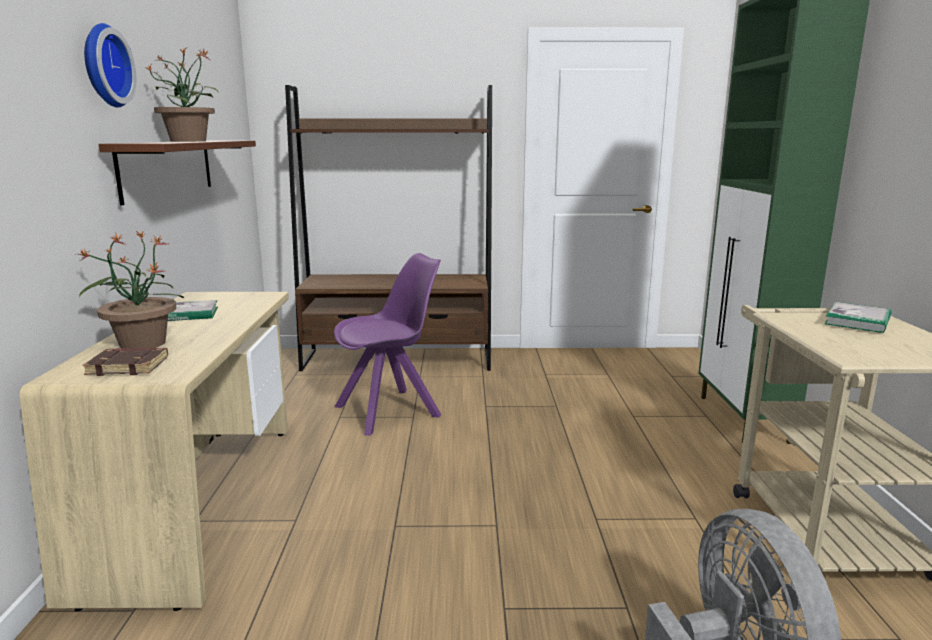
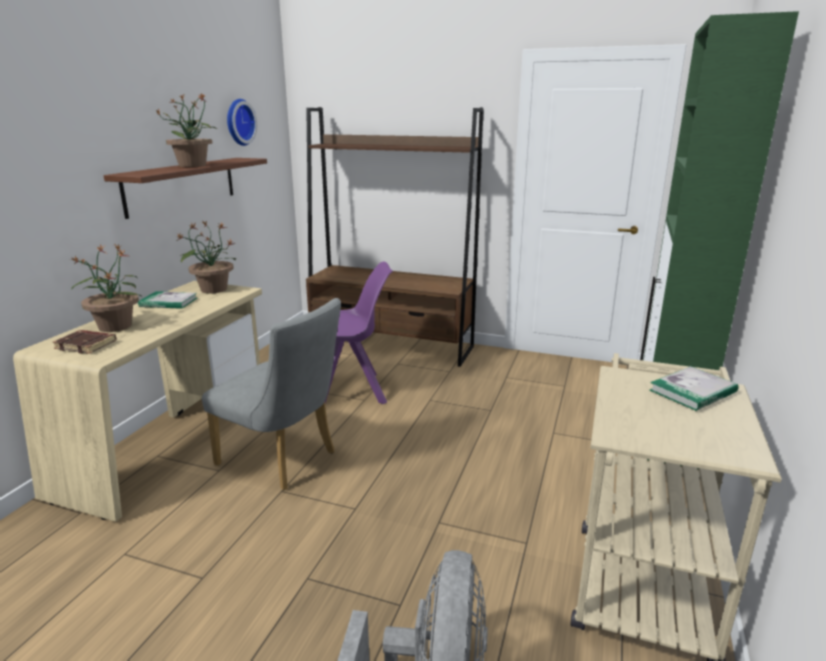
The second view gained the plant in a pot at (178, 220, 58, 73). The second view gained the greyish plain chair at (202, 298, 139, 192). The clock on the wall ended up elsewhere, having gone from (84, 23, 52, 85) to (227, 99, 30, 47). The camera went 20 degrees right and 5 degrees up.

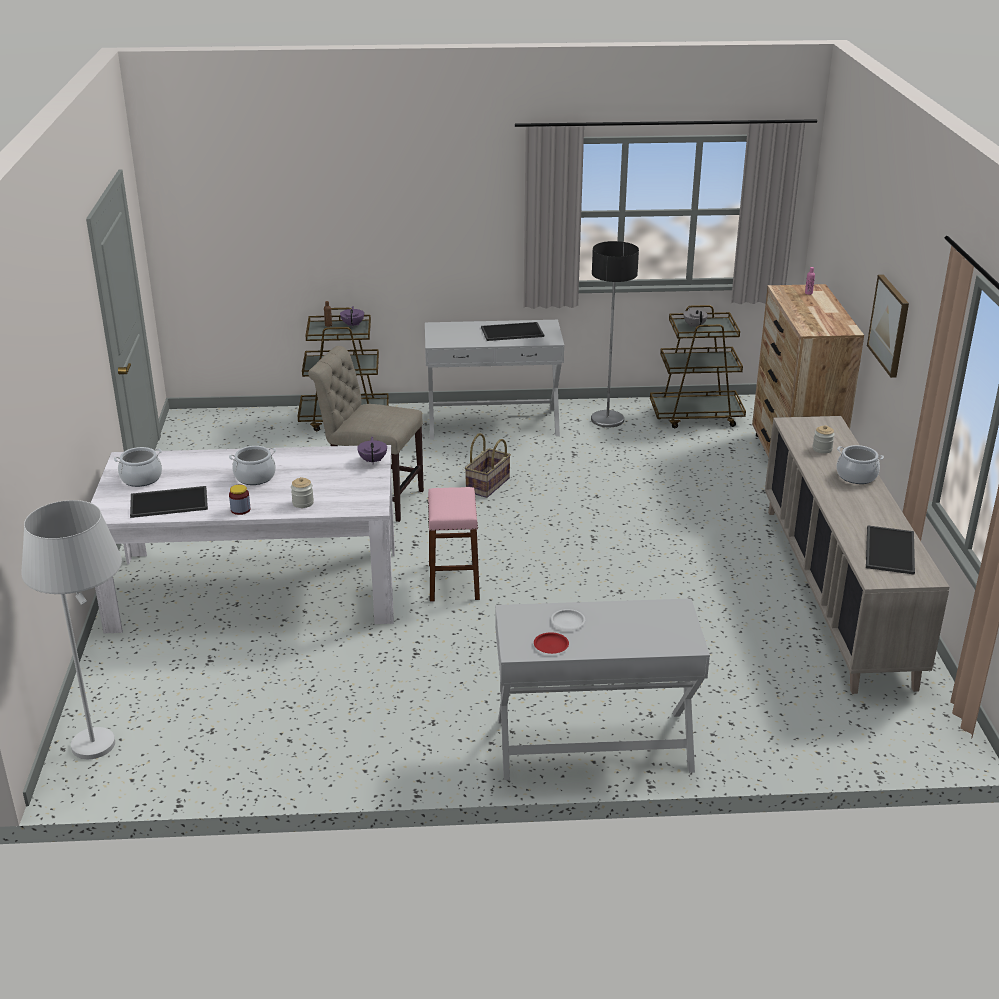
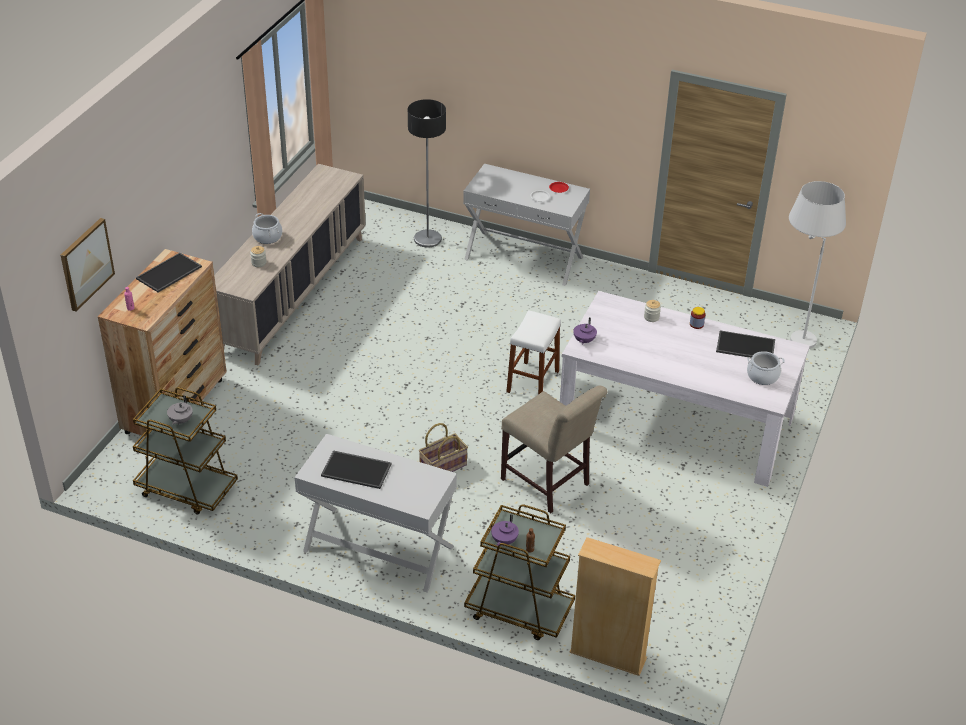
The second view lost the cooking pot at (229, 446, 47, 39). The second view gained the sand-coloured bookshelf at (569, 537, 92, 139). The standard lamp ended up elsewhere, having gone from (591, 241, 48, 186) to (408, 99, 38, 148). The tray ended up elsewhere, having gone from (866, 525, 49, 50) to (136, 253, 66, 40). The wall art ended up elsewhere, having gone from (867, 274, 42, 104) to (60, 218, 55, 94). What was the pink stool seat at (428, 487, 52, 115) turned into the whitish stool seat at (506, 310, 55, 84). The camera went 155 degrees left and 10 degrees up.

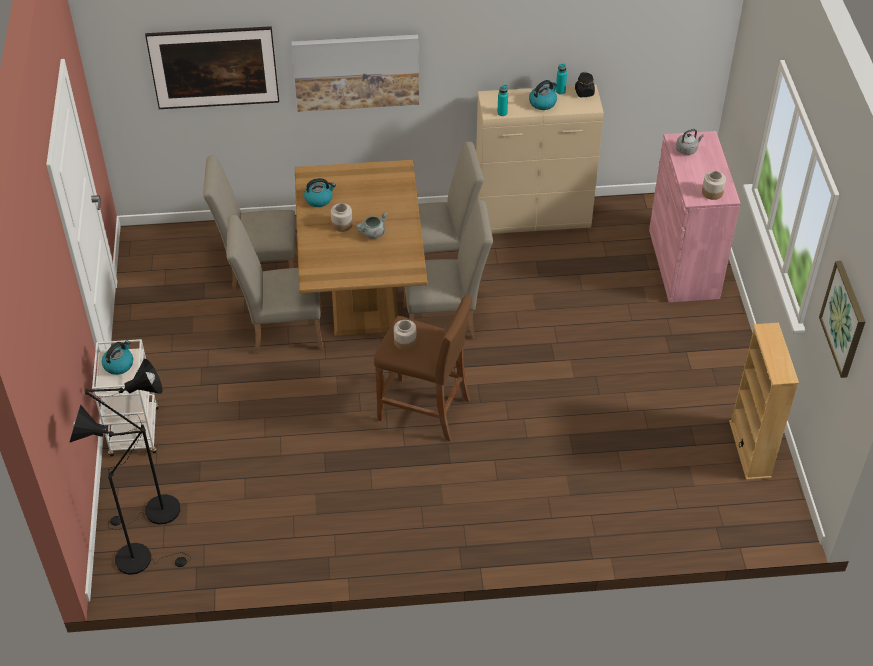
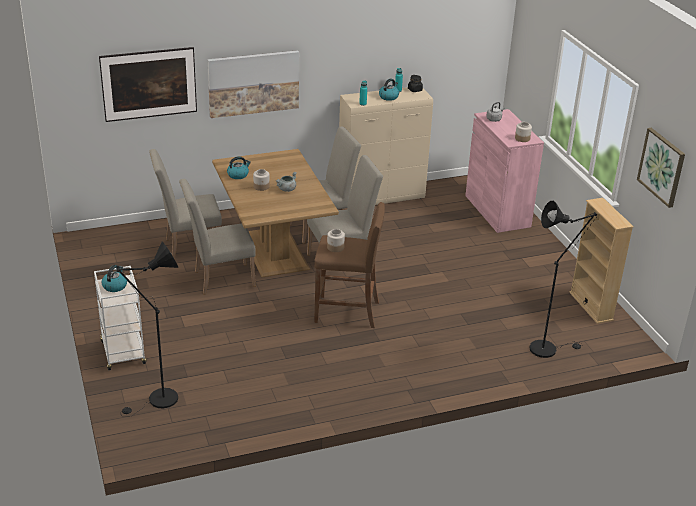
The black-coloured standard lamp ended up elsewhere, having gone from (69, 405, 122, 170) to (529, 201, 68, 157). The camera went 15 degrees left and 15 degrees down.

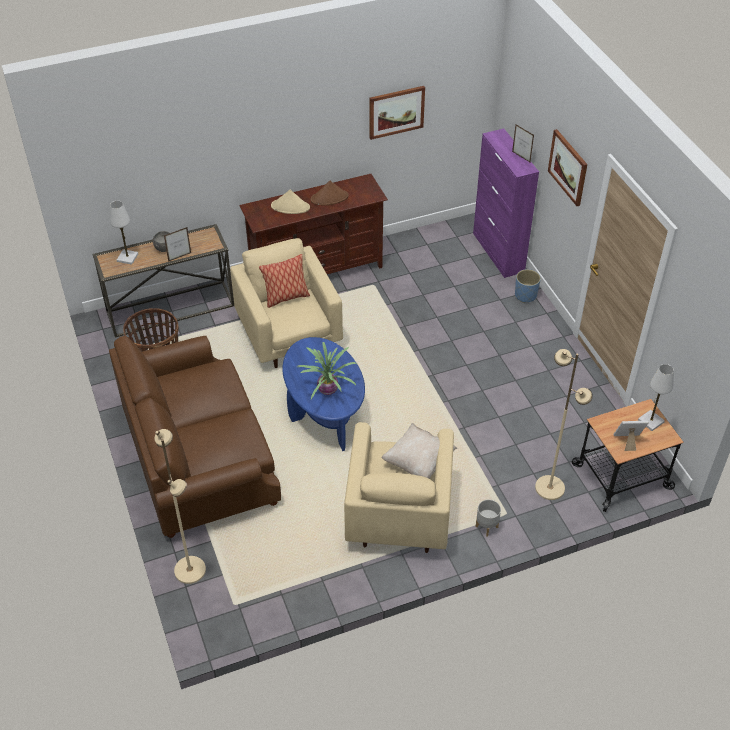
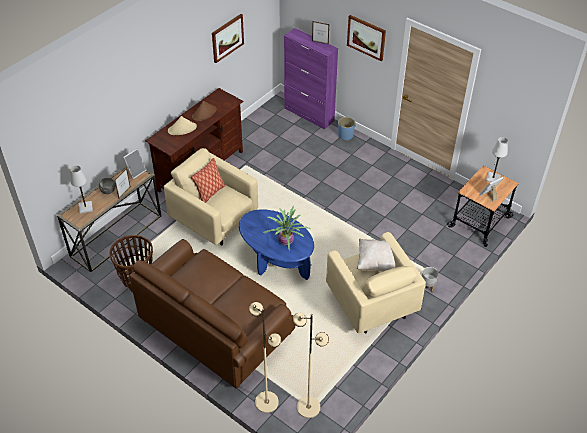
The second view gained the photo frame at (123, 149, 23, 30). The sand-coloured standard lamp ended up elsewhere, having gone from (535, 349, 58, 151) to (292, 313, 37, 105). The camera went 30 degrees left and 0 degrees up.

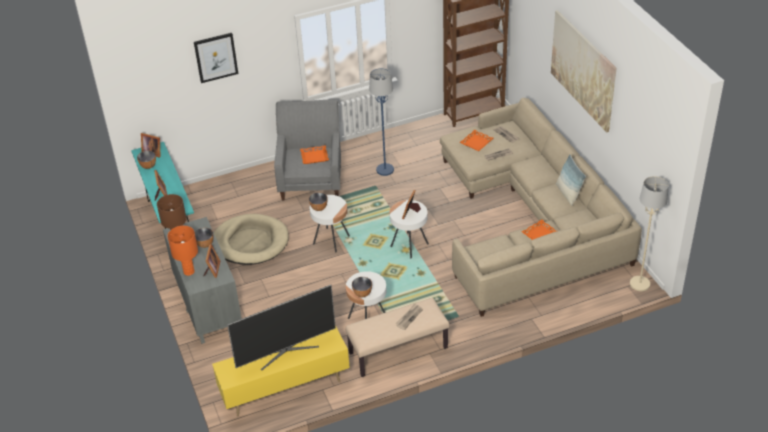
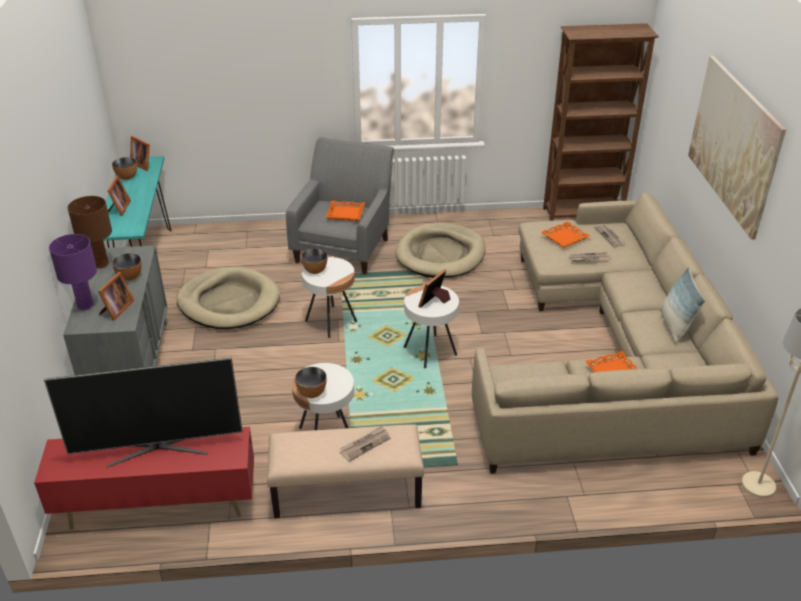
The second view lost the wall art at (194, 33, 44, 50). Where the bluish standard lamp stood at (369, 68, 25, 108), the sand-coloured dog bed came to stand at (395, 223, 91, 55). What was the orange table lamp at (167, 226, 31, 50) turned into the purple table lamp at (49, 234, 48, 76). What was the yellowish media console at (212, 325, 138, 92) turned into the reddish media console at (34, 427, 220, 102). The camera went 15 degrees right and 5 degrees down.

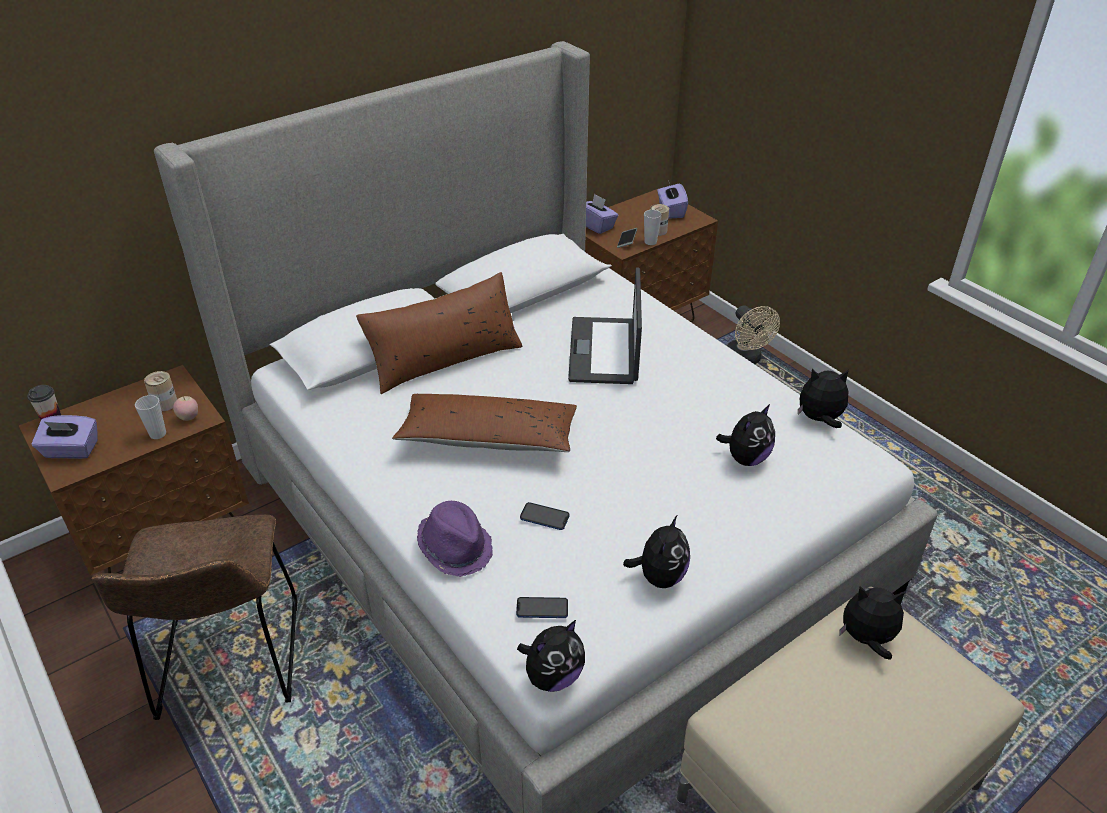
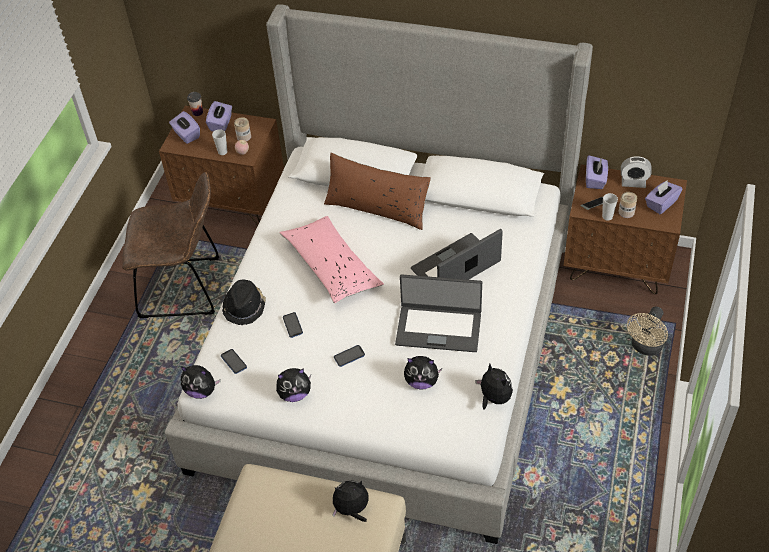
The second view gained the purple tissue holder at (206, 101, 26, 31). The second view gained the phone at (334, 345, 31, 22). The second view gained the notebook computer at (395, 275, 87, 77). The second view gained the bedside clock at (621, 156, 31, 32). What was the brown cushion at (392, 394, 185, 58) turned into the pink cushion at (279, 216, 105, 88). What was the purple wearable hat at (417, 501, 76, 76) turned into the black-coloured wearable hat at (222, 280, 44, 45). The brown plain chair at (92, 515, 205, 205) ended up facing another way, 135 degrees counterclockwise from before. The cuddly toy at (840, 586, 65, 74) ended up facing another way, 75 degrees counterclockwise from before. The camera went 55 degrees right and 10 degrees up.

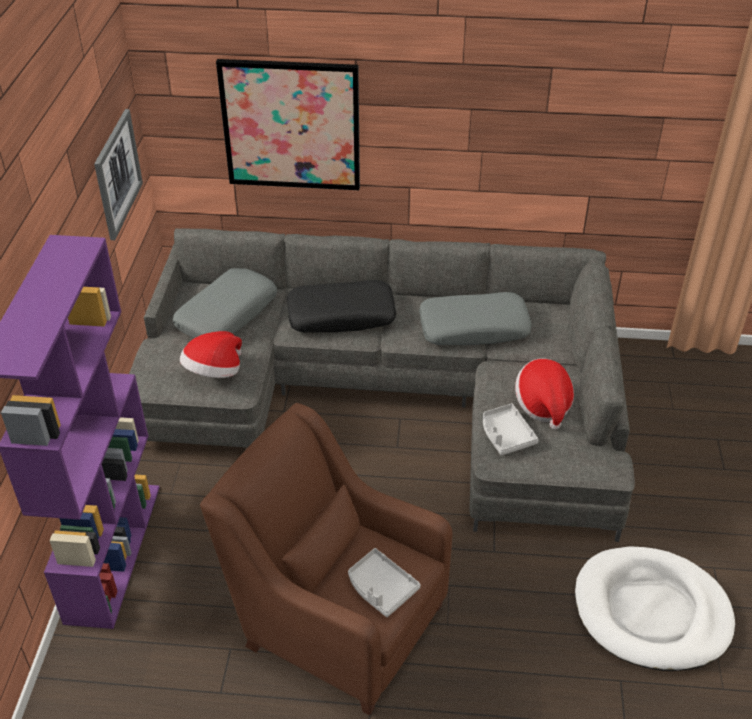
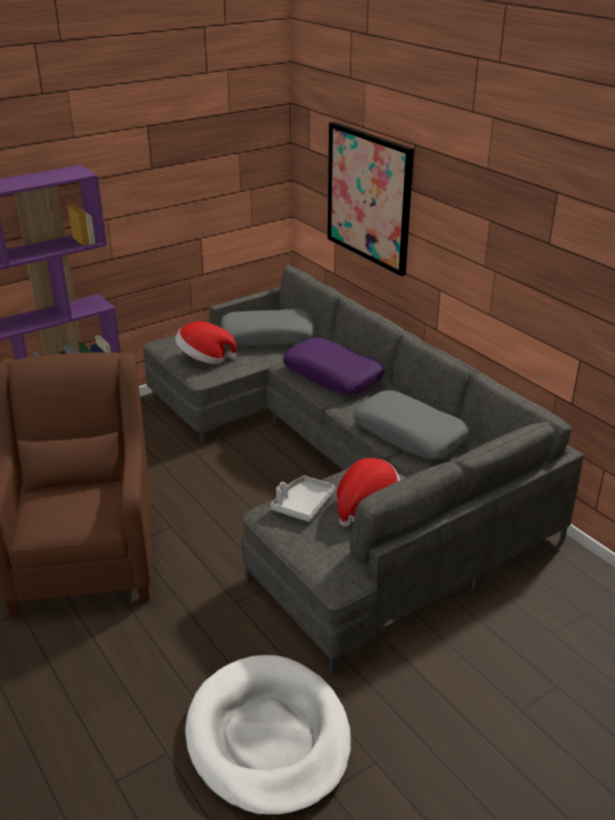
The second view lost the wall art at (94, 109, 49, 131). The second view lost the greyish tray at (348, 548, 73, 69). What was the black-coloured cushion at (287, 280, 109, 52) turned into the purple cushion at (283, 338, 102, 57). The camera went 50 degrees right and 10 degrees down.

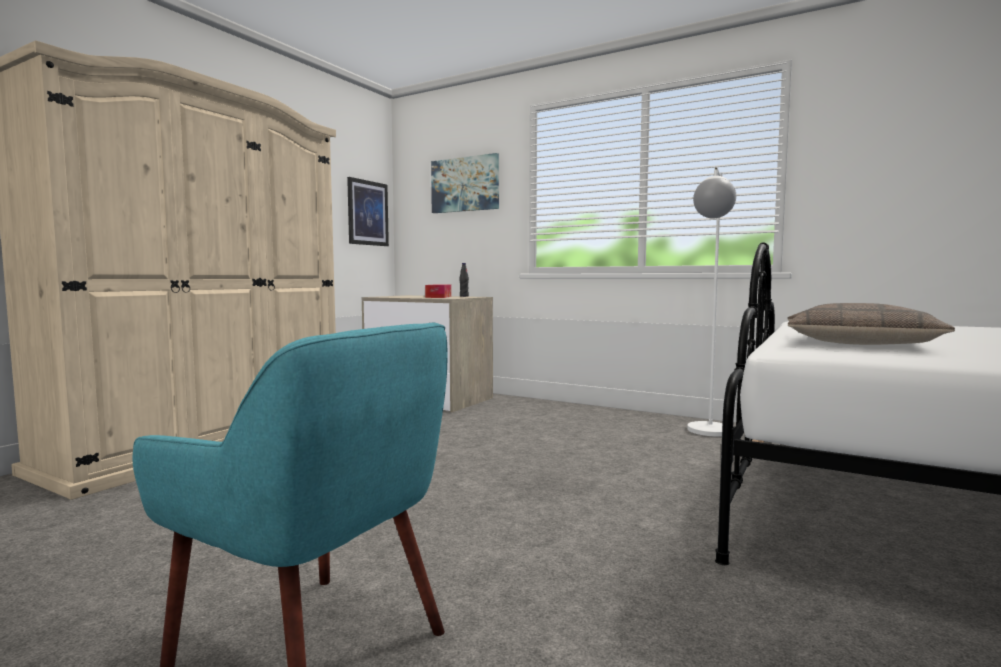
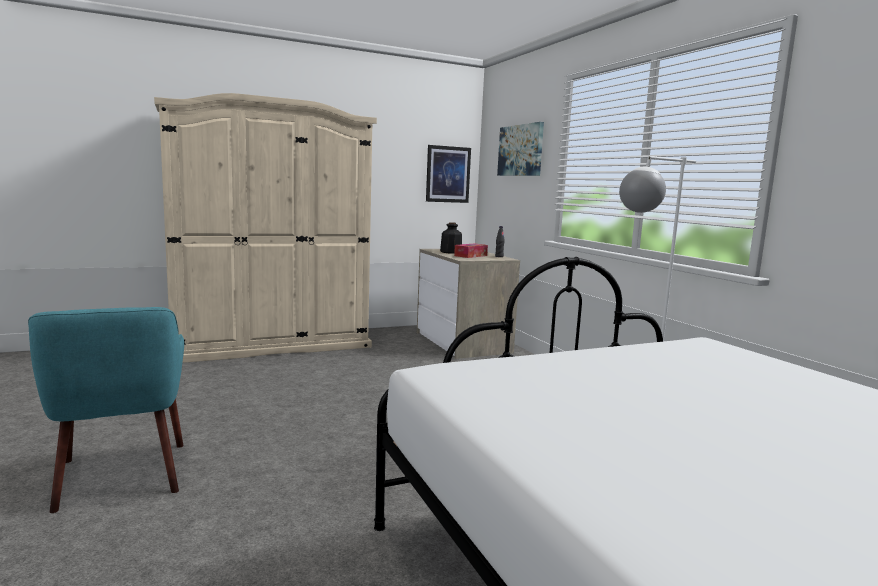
The second view lost the cushion at (787, 303, 168, 42). The second view gained the drink bottle at (440, 222, 22, 32). The camera went 35 degrees right and 5 degrees up.

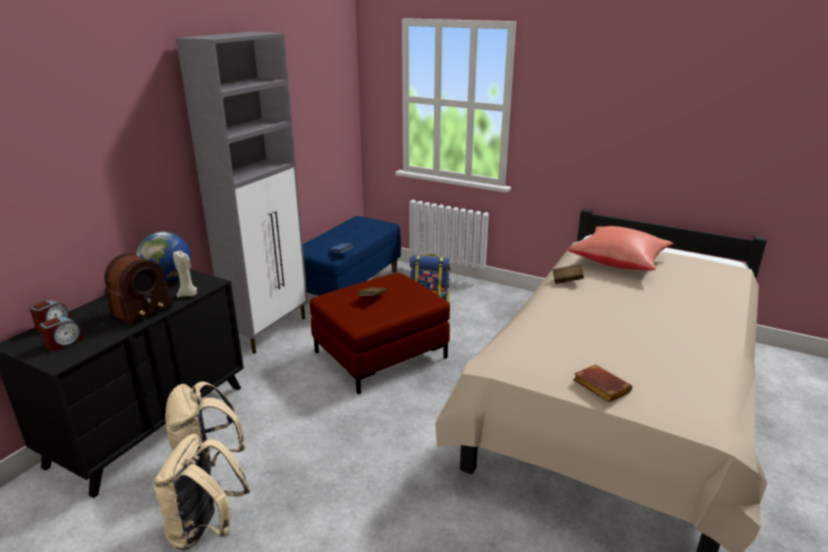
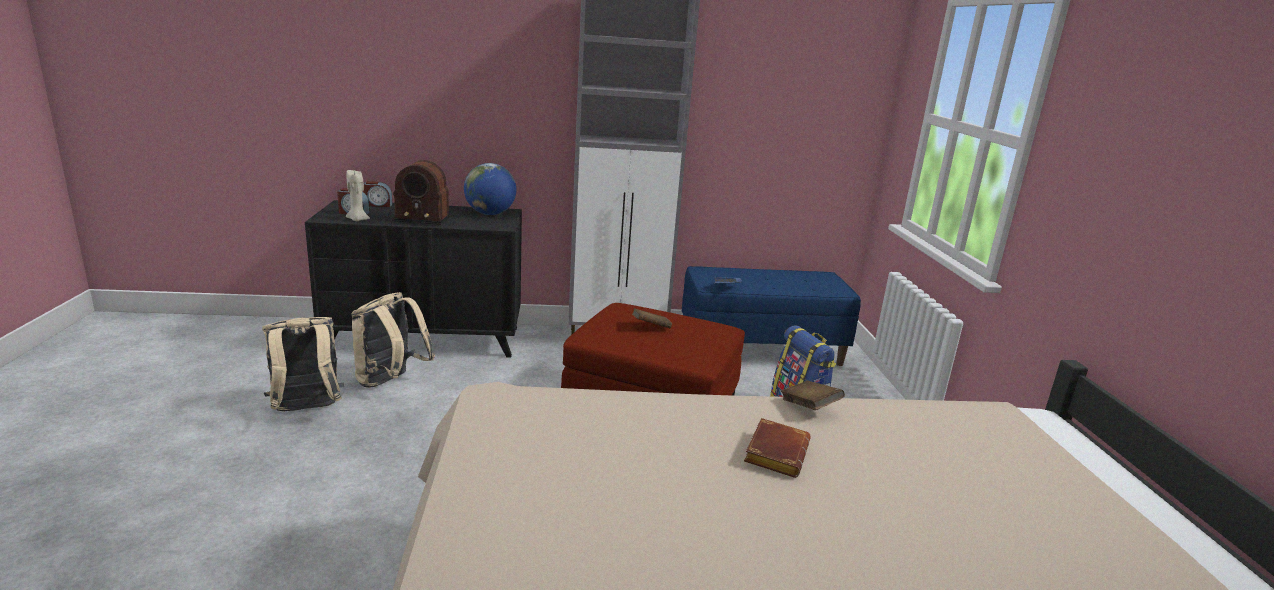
The second view lost the reddish cushion at (568, 226, 106, 44). The sand-coloured wax candle ended up elsewhere, having gone from (173, 251, 24, 46) to (346, 170, 24, 51). The brown bound book ended up elsewhere, having gone from (573, 364, 59, 39) to (744, 418, 67, 60). The camera went 55 degrees right and 5 degrees down.

